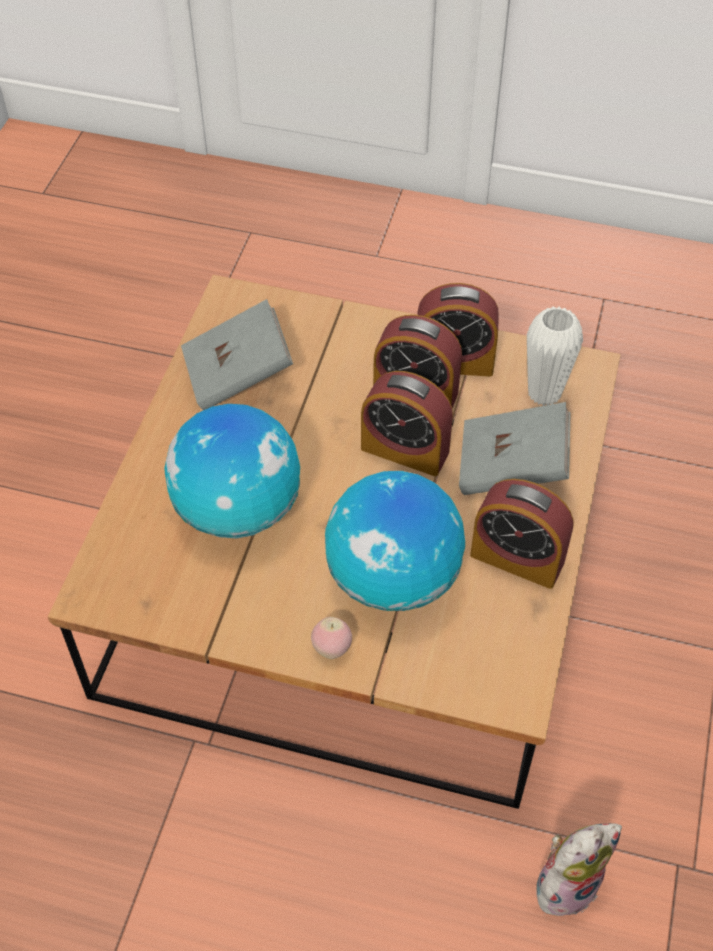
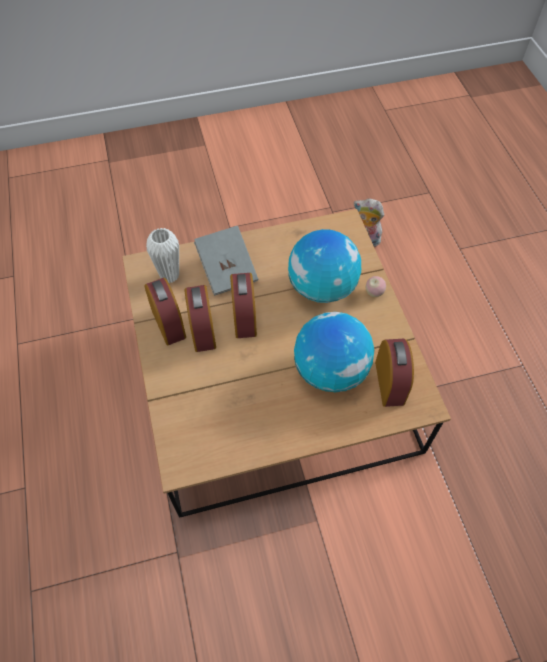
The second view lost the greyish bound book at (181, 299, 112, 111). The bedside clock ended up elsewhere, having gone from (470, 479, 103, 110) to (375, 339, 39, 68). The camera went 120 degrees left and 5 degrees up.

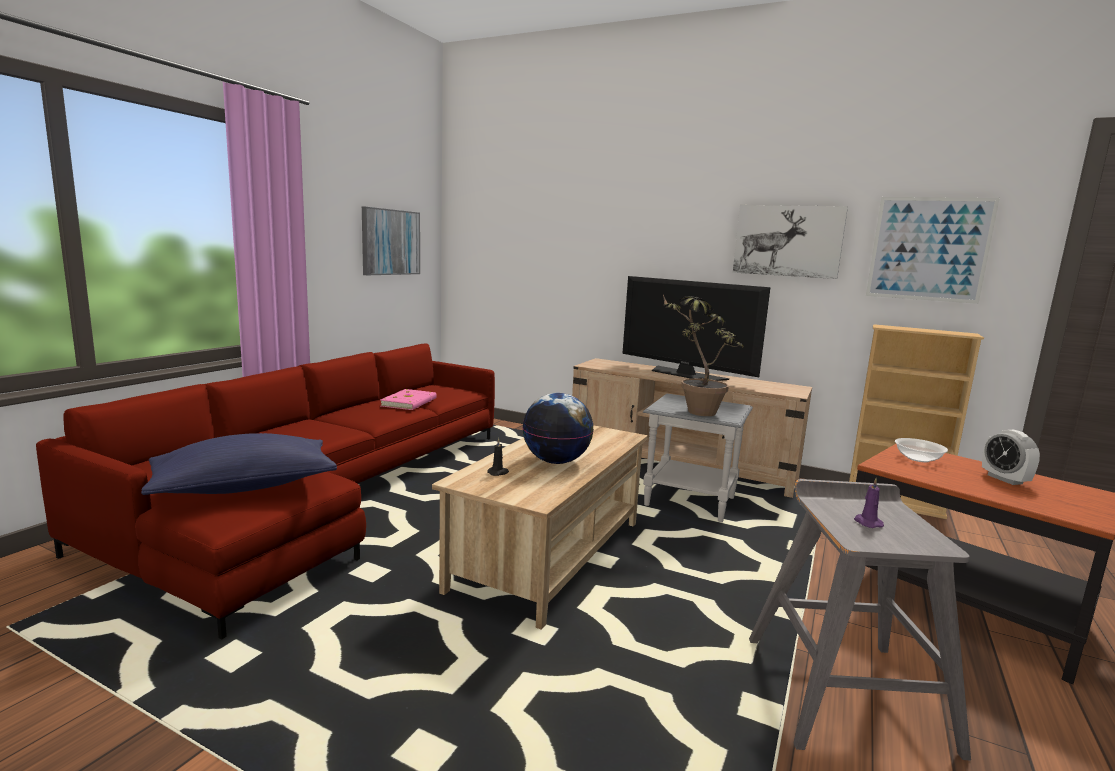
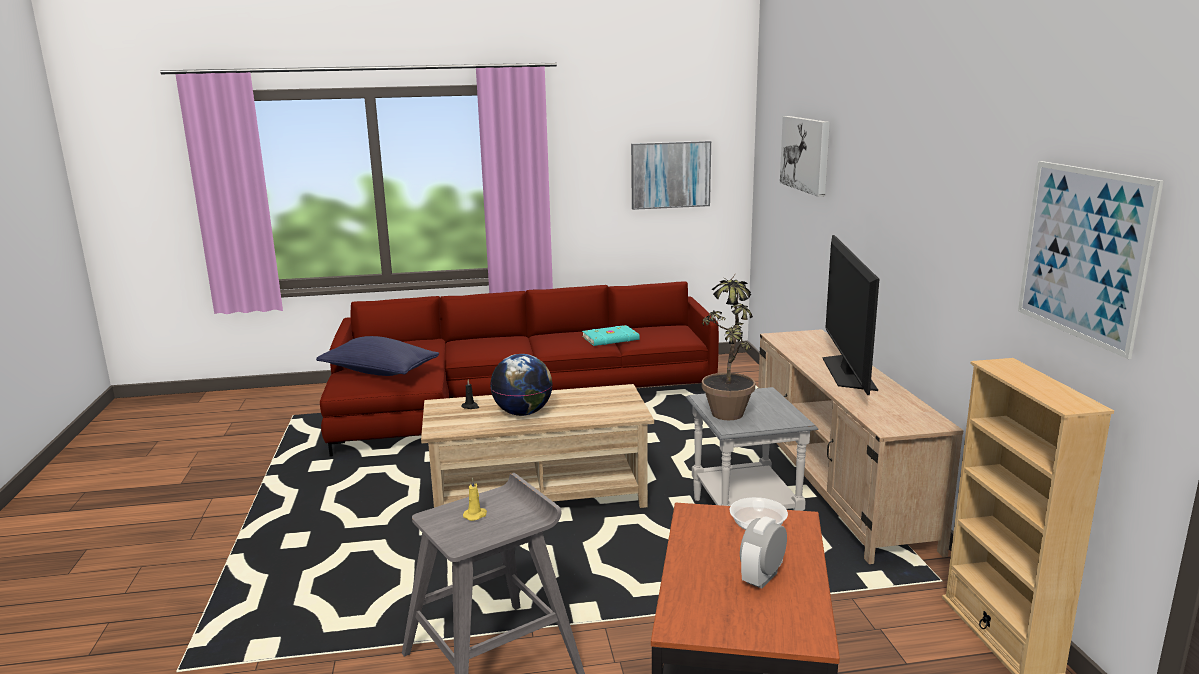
The wall art ended up elsewhere, having gone from (733, 205, 115, 74) to (780, 116, 50, 81). What was the pink bound book at (380, 389, 57, 21) turned into the turquoise bound book at (582, 325, 58, 21). What was the purple wax candle at (854, 478, 30, 50) turned into the yellowish wax candle at (463, 478, 24, 43). The camera went 55 degrees right and 5 degrees up.

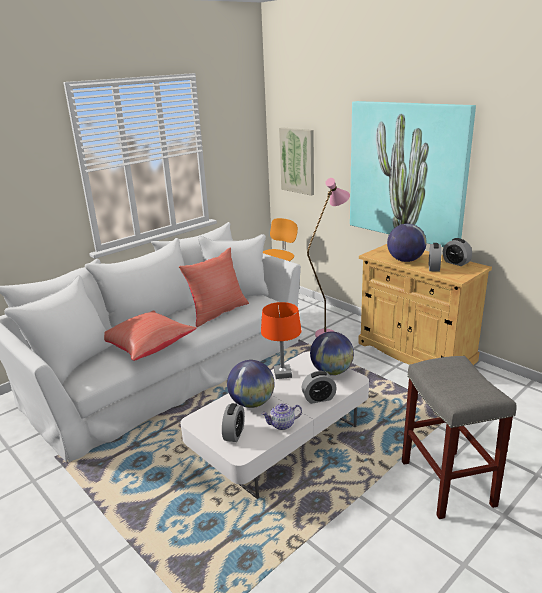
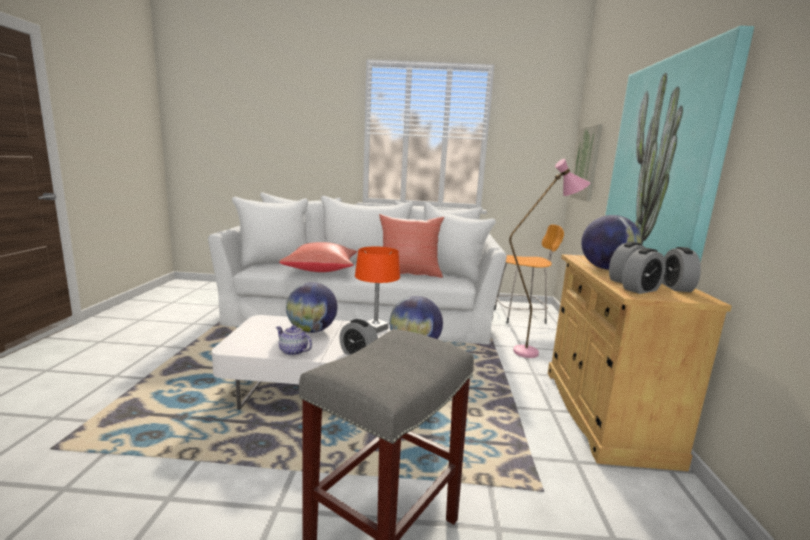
The bedside clock ended up elsewhere, having gone from (222, 403, 23, 39) to (622, 248, 44, 46). The camera went 45 degrees right and 10 degrees down.

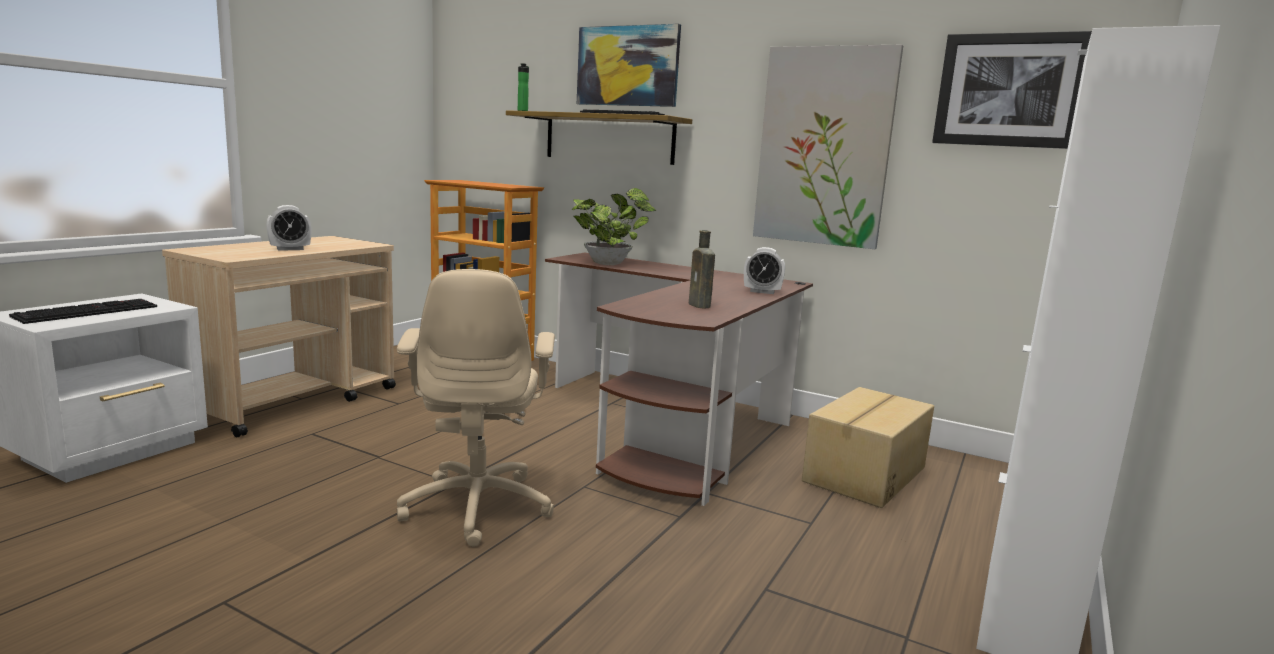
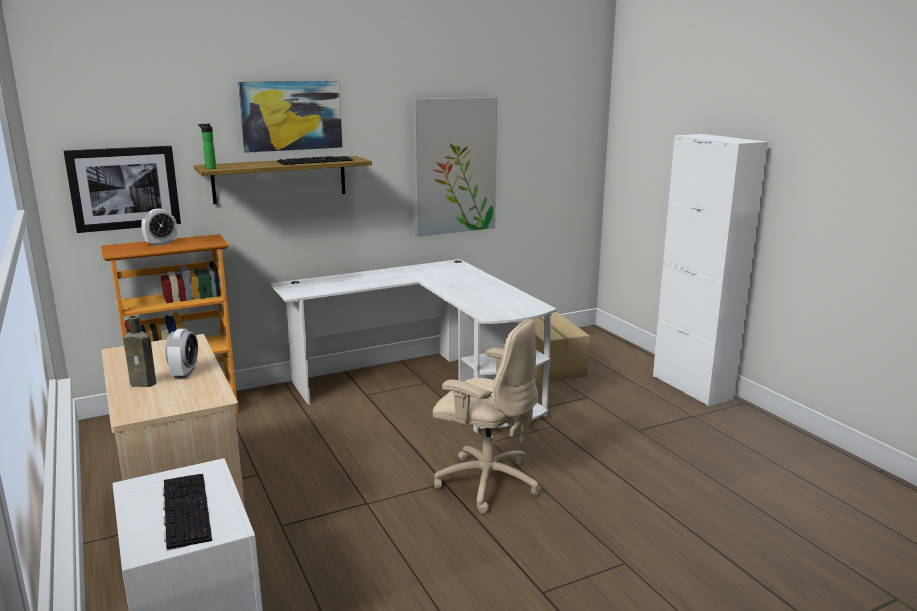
The second view lost the plant in a pot at (572, 188, 84, 77). The brown drink bottle ended up elsewhere, having gone from (689, 230, 26, 78) to (123, 315, 33, 72). The bedside clock ended up elsewhere, having gone from (744, 247, 41, 47) to (141, 209, 36, 37). The wall art ended up elsewhere, having gone from (932, 31, 160, 118) to (64, 146, 117, 87). What was the brown desk at (545, 252, 268, 254) turned into the whitish desk at (270, 259, 287, 174). The camera went 55 degrees left and 5 degrees up.

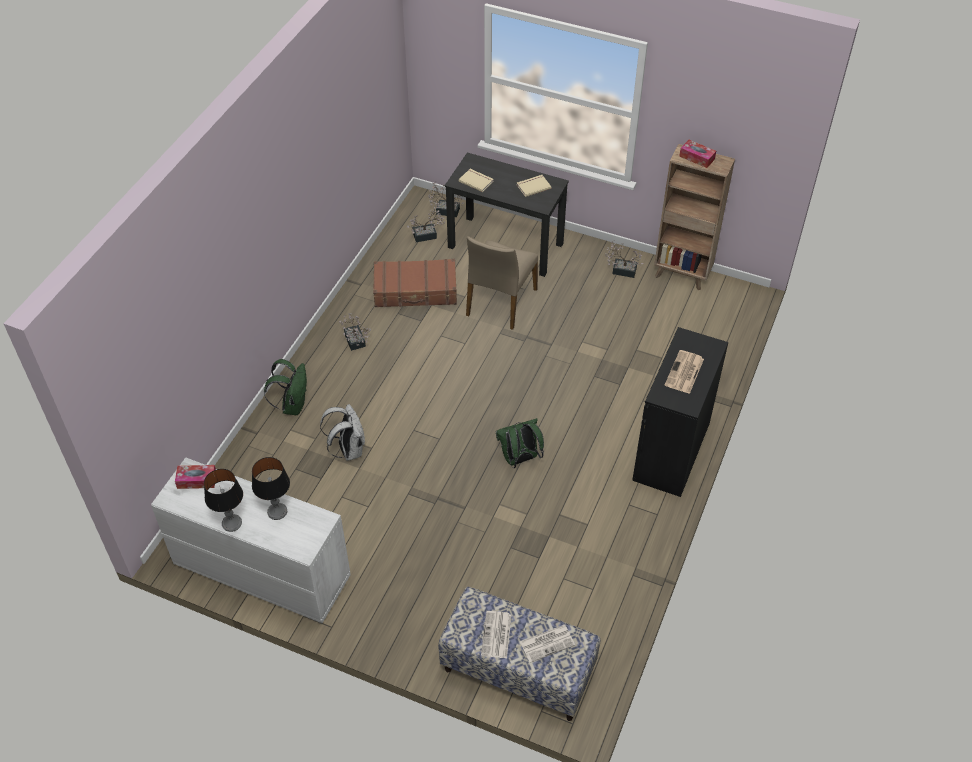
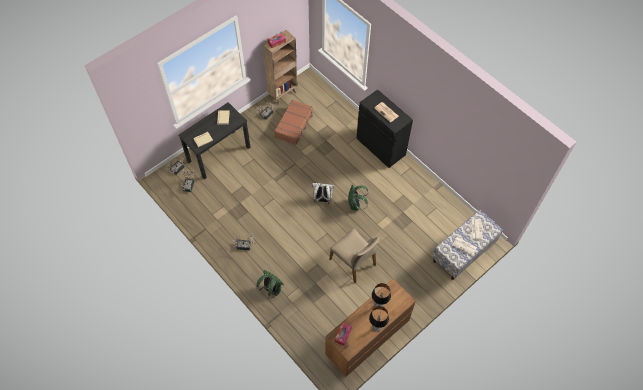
The whitish backpack ended up elsewhere, having gone from (320, 404, 45, 57) to (312, 183, 22, 21). The brown suitcase ended up elsewhere, having gone from (373, 259, 84, 48) to (274, 100, 39, 45). The sand-coloured plain chair ended up elsewhere, having gone from (466, 236, 72, 94) to (329, 229, 50, 54). What was the whitish drawer chest at (151, 457, 200, 166) turned into the brown drawer chest at (325, 279, 91, 98). The camera went 65 degrees left and 10 degrees up.

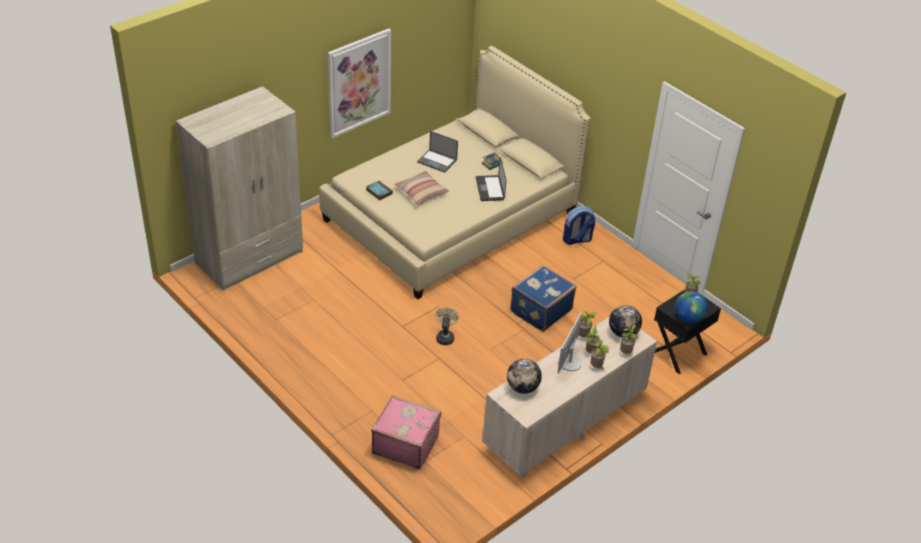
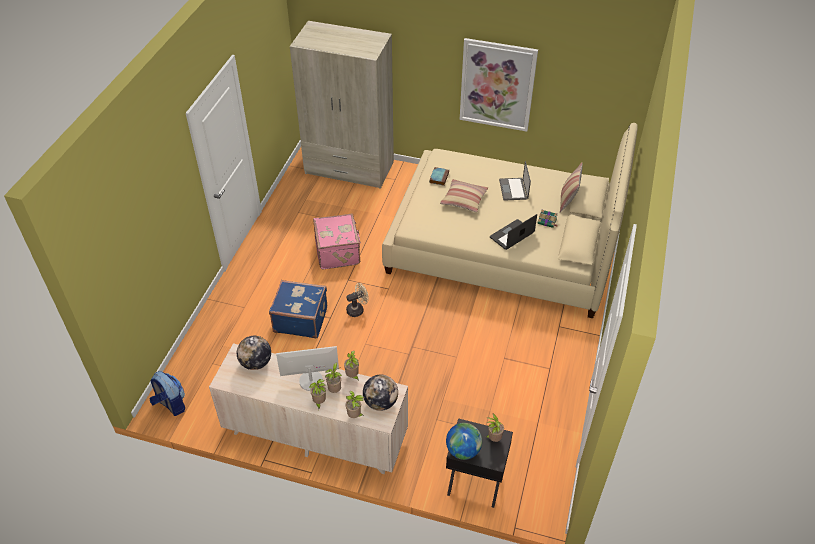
The second view gained the cushion at (560, 162, 23, 51). The pink suitcase ended up elsewhere, having gone from (371, 395, 70, 74) to (313, 213, 48, 56). The bluish suitcase ended up elsewhere, having gone from (510, 265, 67, 67) to (269, 280, 58, 58). The backpack ended up elsewhere, having gone from (563, 206, 32, 39) to (149, 371, 36, 45). The camera went 60 degrees right and 5 degrees up.

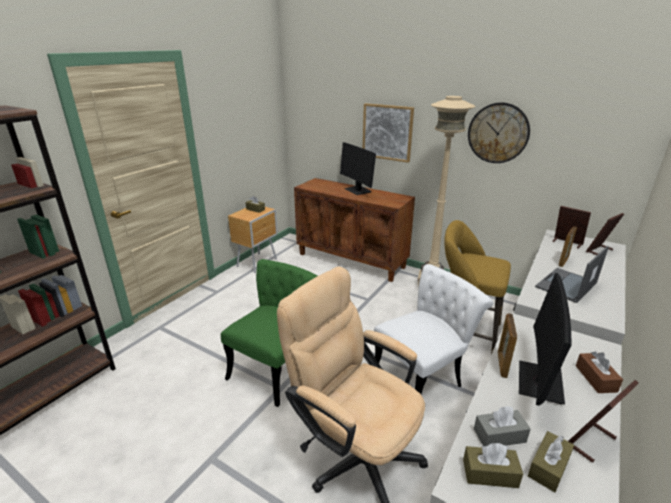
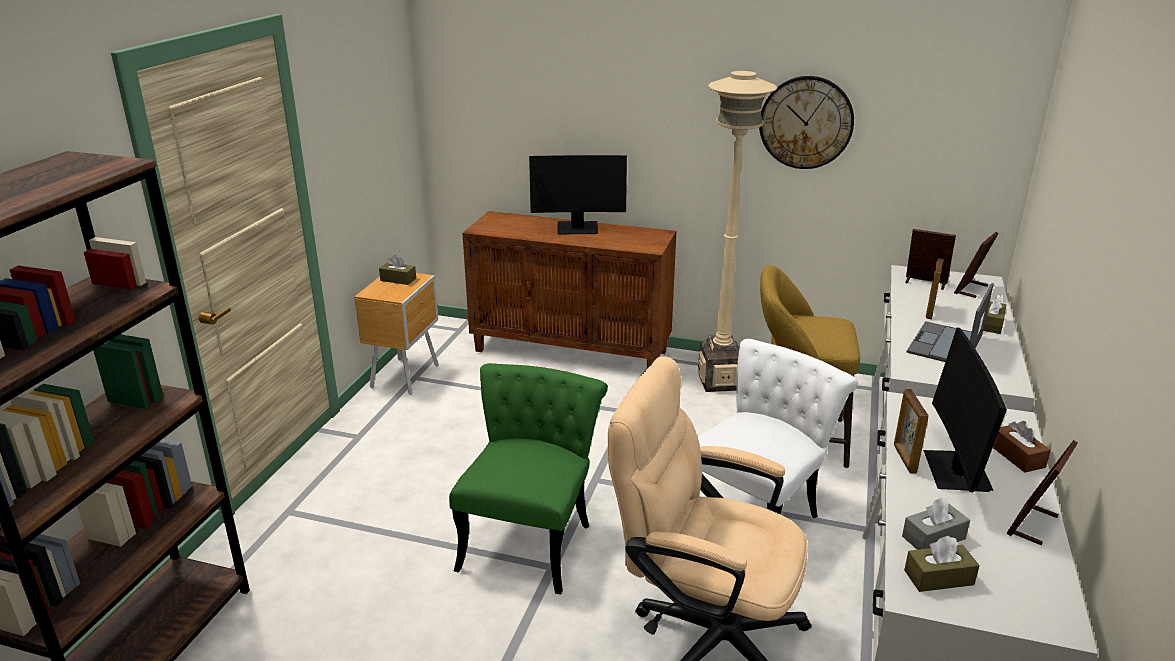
The second view lost the wall art at (363, 103, 51, 60). The brown tissue holder ended up elsewhere, having gone from (528, 431, 46, 61) to (983, 295, 24, 39). The monitor at (340, 142, 36, 53) ended up facing another way, 45 degrees counterclockwise from before. The camera went 15 degrees left and 0 degrees up.

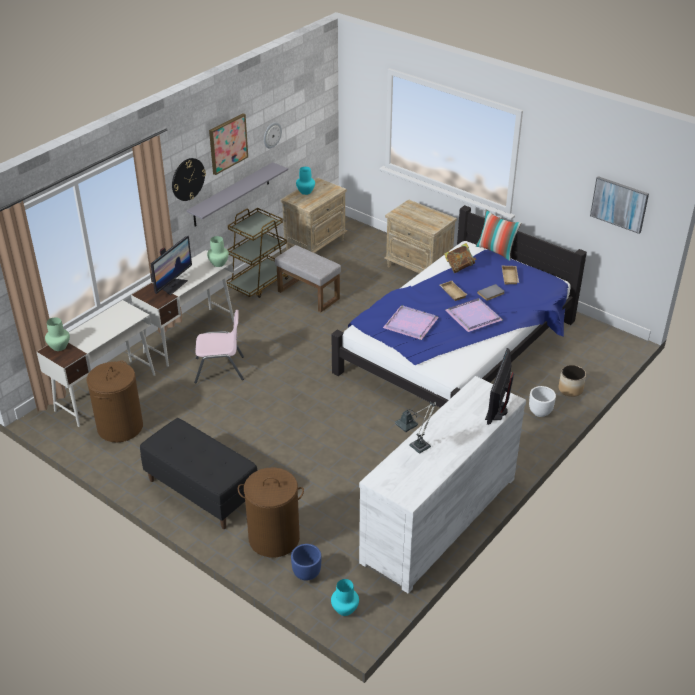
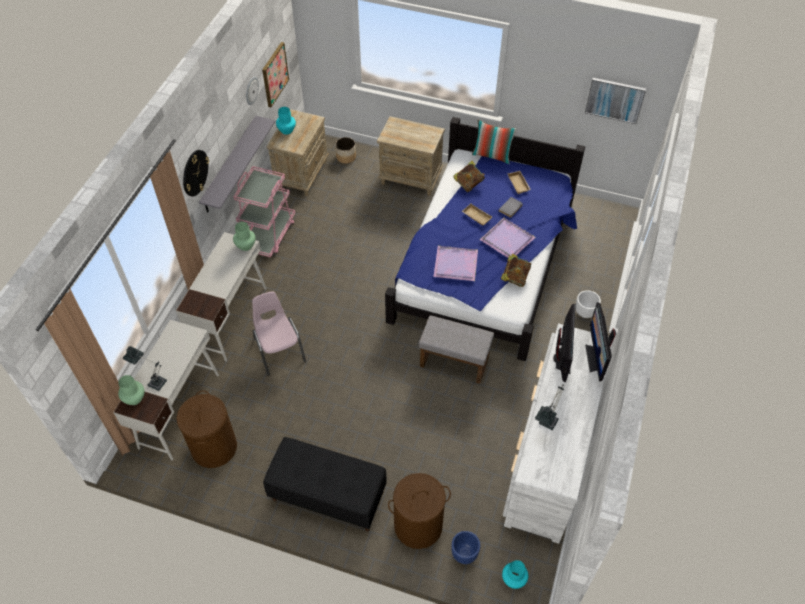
The second view gained the table lamp at (123, 346, 44, 45). The second view gained the bound book at (501, 254, 30, 33). The monitor ended up elsewhere, having gone from (150, 236, 42, 59) to (553, 304, 23, 78). The wall art ended up elsewhere, having gone from (209, 113, 39, 62) to (262, 42, 27, 65). The greyish ottoman ended up elsewhere, having gone from (275, 245, 66, 67) to (419, 315, 75, 69). The planter ended up elsewhere, having gone from (558, 365, 28, 32) to (335, 137, 21, 27). What was the brown cart at (227, 208, 61, 90) turned into the pink cart at (234, 166, 61, 91). The pink plain chair at (194, 310, 50, 74) ended up facing another way, 90 degrees counterclockwise from before. The camera went 20 degrees left and 15 degrees up.

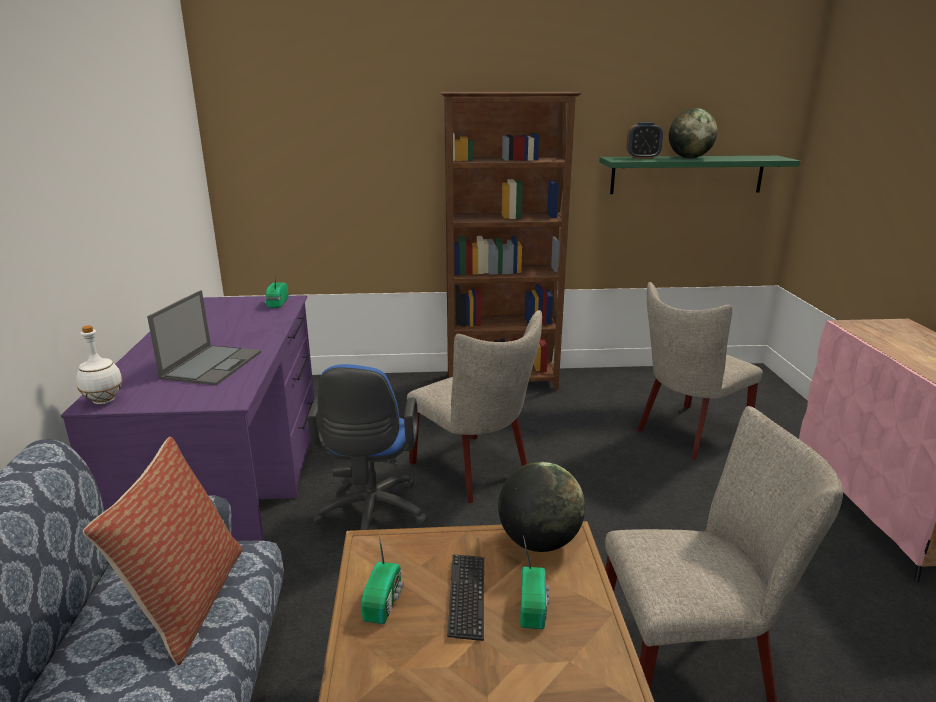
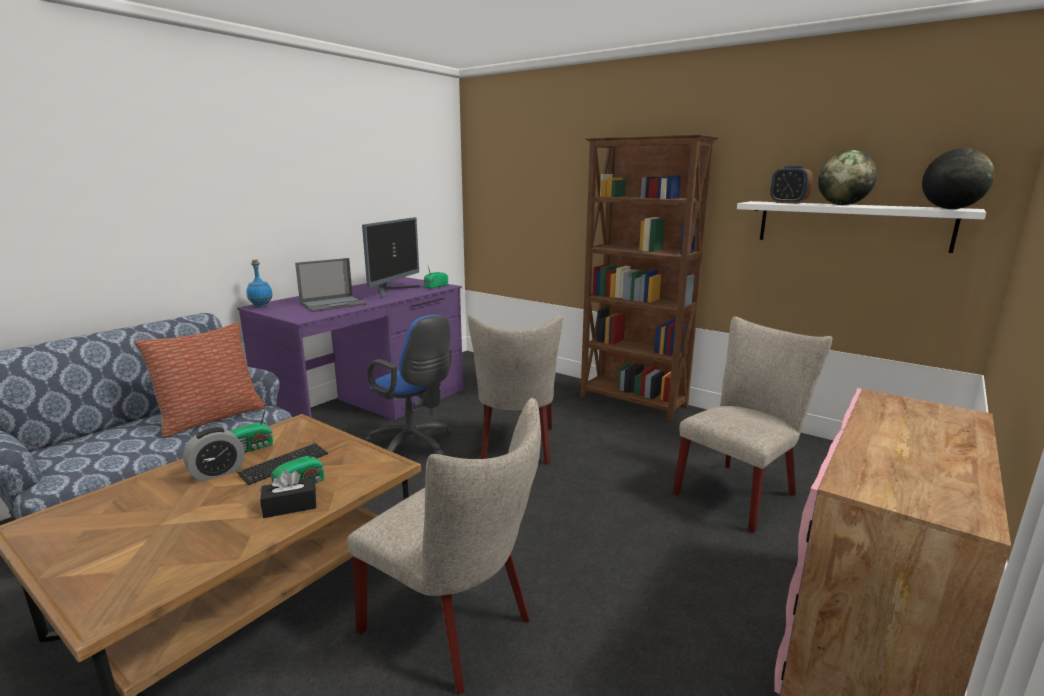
The second view gained the bedside clock at (183, 427, 62, 55). The second view gained the black-coloured tissue holder at (260, 470, 56, 48). The second view gained the monitor at (362, 217, 58, 82). The globe ended up elsewhere, having gone from (498, 462, 87, 90) to (922, 148, 72, 61). What was the whitish drink bottle at (76, 326, 47, 78) turned into the bluish drink bottle at (246, 260, 27, 48). What was the green wall shelf at (599, 156, 201, 38) turned into the whitish wall shelf at (737, 201, 249, 52). The bluish computer chair at (307, 364, 120, 166) ended up facing another way, 90 degrees counterclockwise from before. The sand-coloured plain chair at (638, 282, 125, 177) ended up facing another way, 135 degrees clockwise from before. The camera went 40 degrees right and 5 degrees down.

